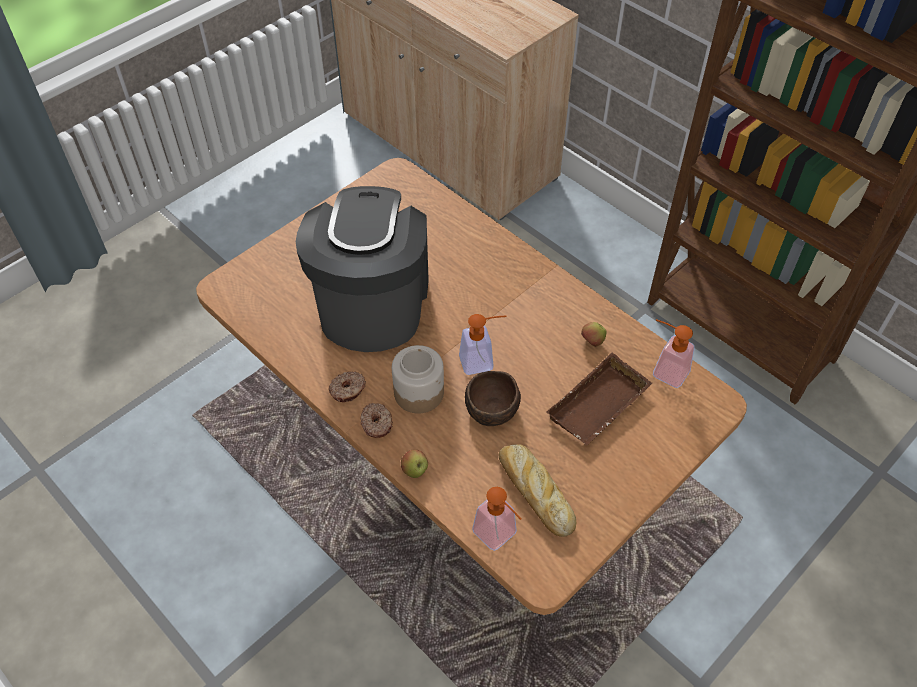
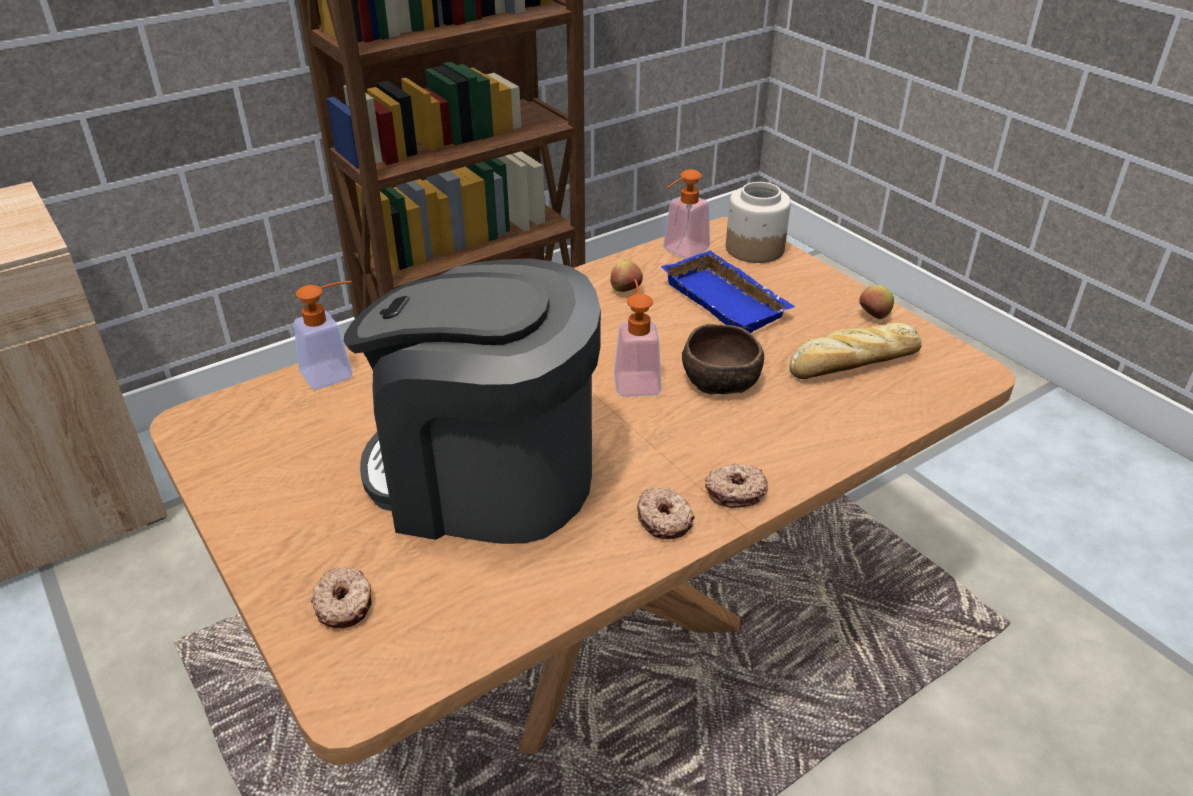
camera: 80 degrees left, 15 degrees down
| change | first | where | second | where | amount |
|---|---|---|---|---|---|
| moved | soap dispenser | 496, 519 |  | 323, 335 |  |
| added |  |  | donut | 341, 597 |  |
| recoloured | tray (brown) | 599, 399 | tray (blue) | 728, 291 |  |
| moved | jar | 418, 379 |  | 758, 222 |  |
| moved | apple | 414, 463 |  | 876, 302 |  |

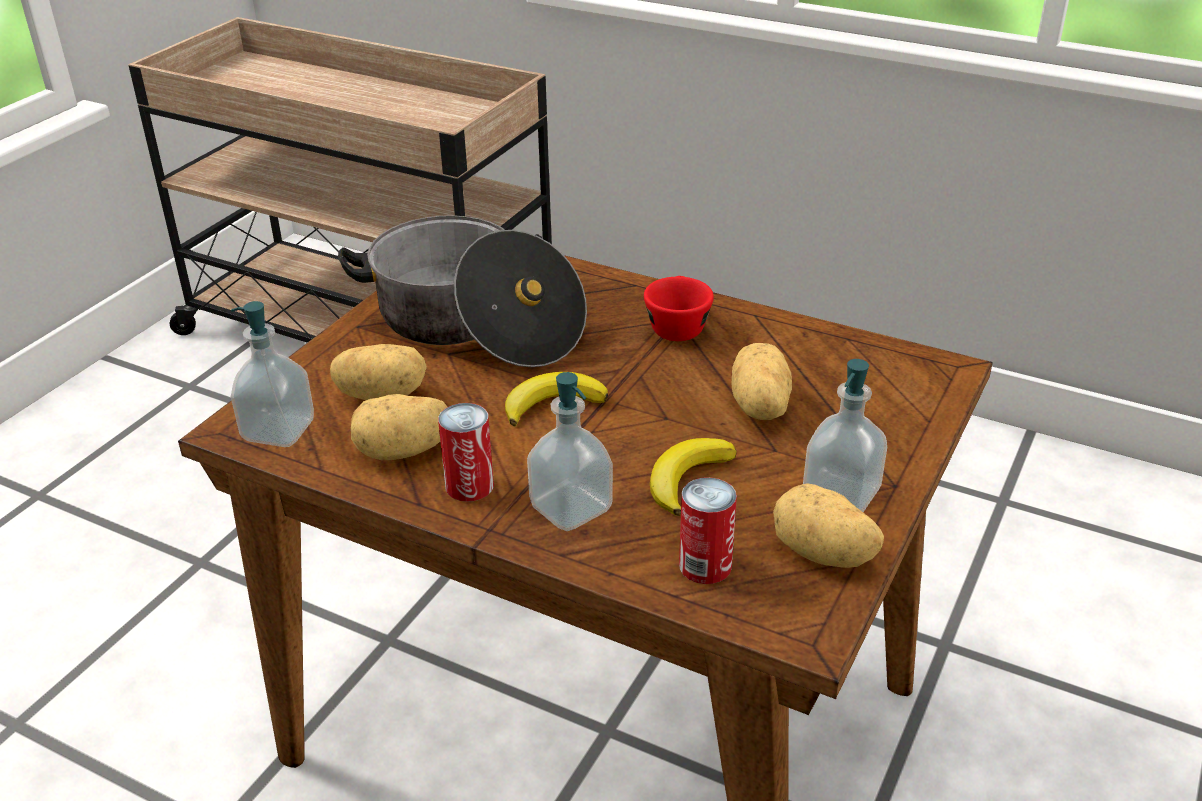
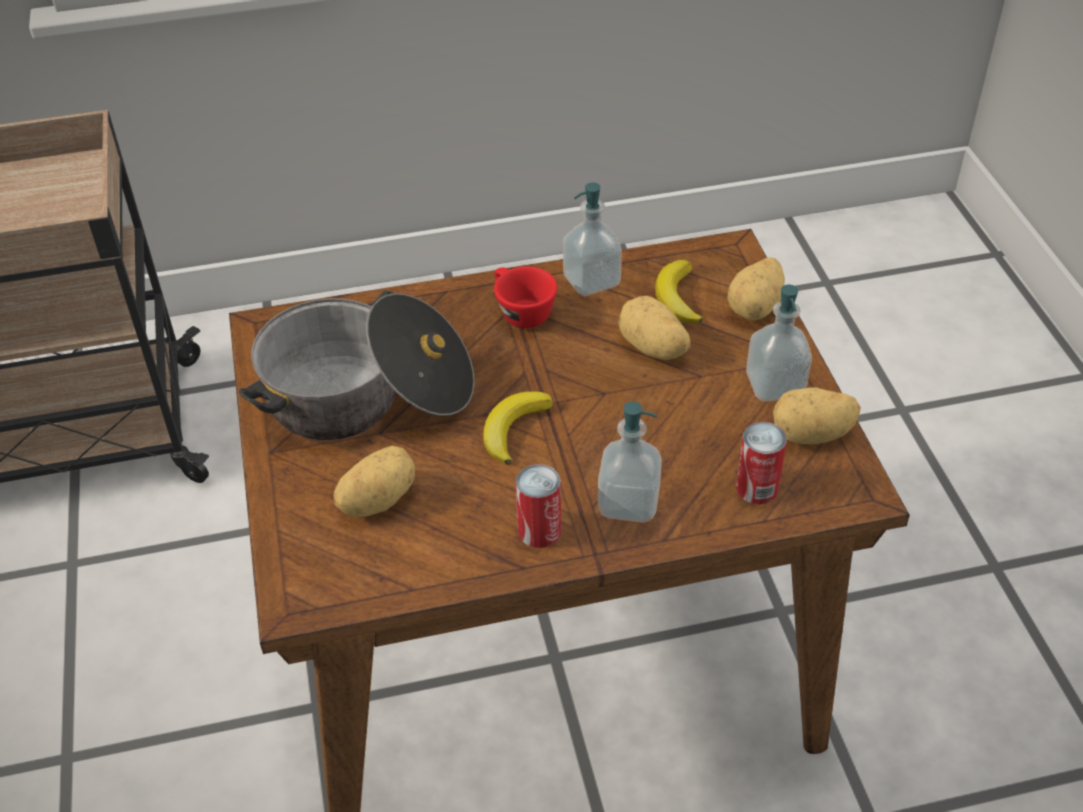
camera: 40 degrees left, 10 degrees up
| change | first | where | second | where | amount |
|---|---|---|---|---|---|
| moved | soap dispenser | 272, 374 |  | 592, 239 |  |
| moved | banana | 693, 477 |  | 679, 291 |  |
| moved | potato | 399, 427 |  | 756, 289 |  |

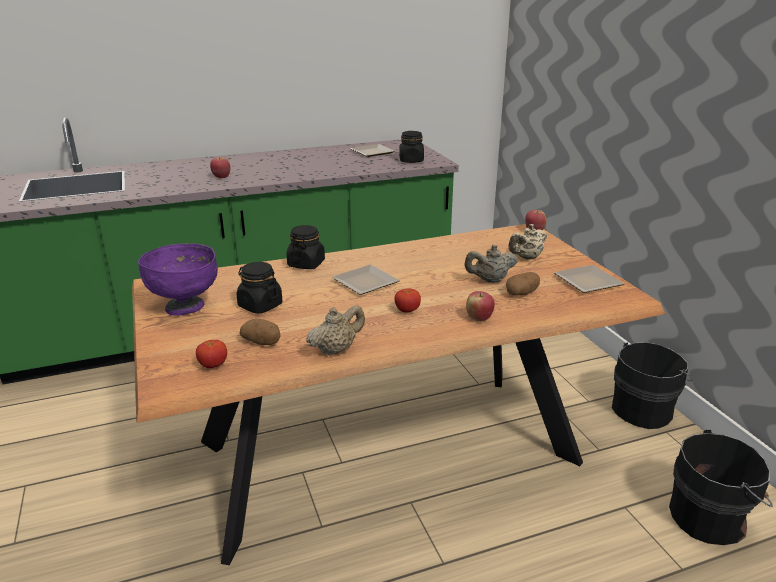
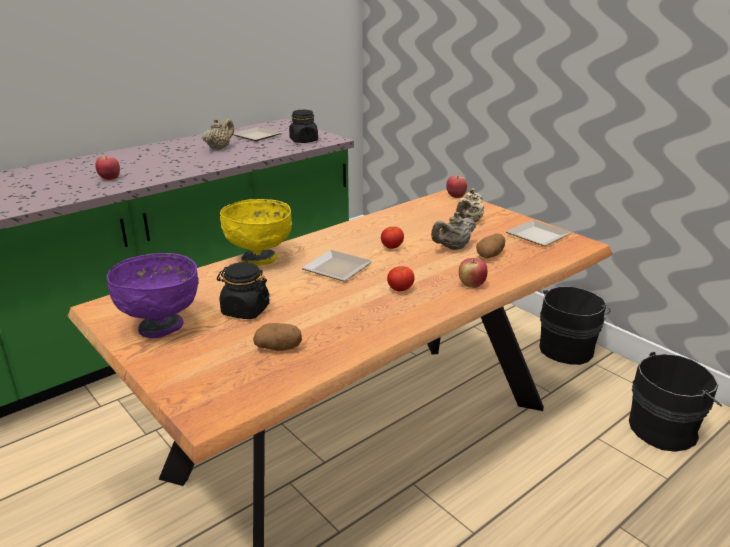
camera: 20 degrees left, 0 degrees up
| change | first | where | second | where | amount |
|---|---|---|---|---|---|
| moved | teapot (beige) | 335, 330 |  | 218, 134 |  |
| replaced | jar (black) | 305, 247 | bowl (yellow) | 256, 232 |  |
| moved | tomato | 211, 354 |  | 392, 238 |  |

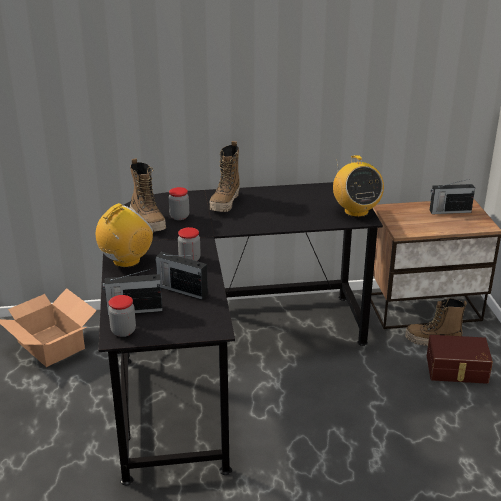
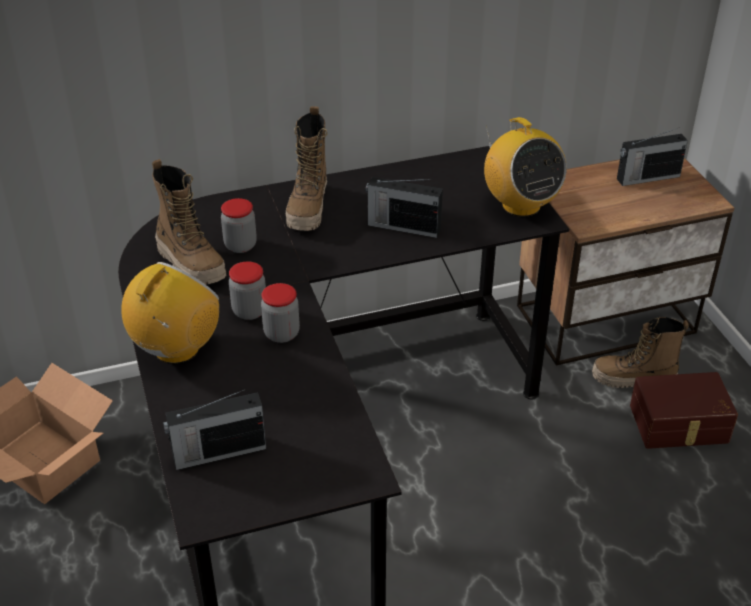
camera: 10 degrees left, 10 degrees up
| change | first | where | second | where | amount |
|---|---|---|---|---|---|
| moved | jar | 122, 316 |  | 247, 291 |  |
| moved | radio | 181, 276 |  | 404, 207 |  |

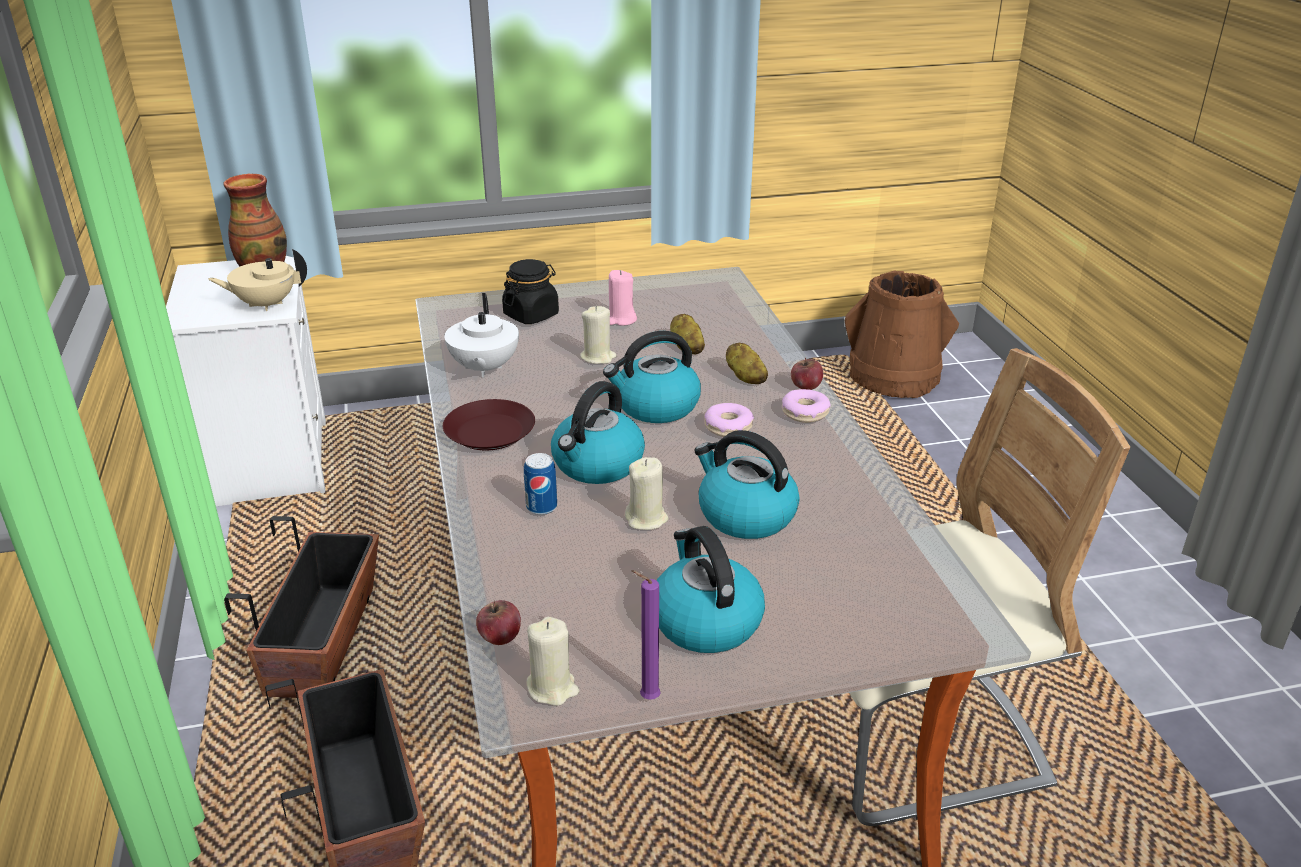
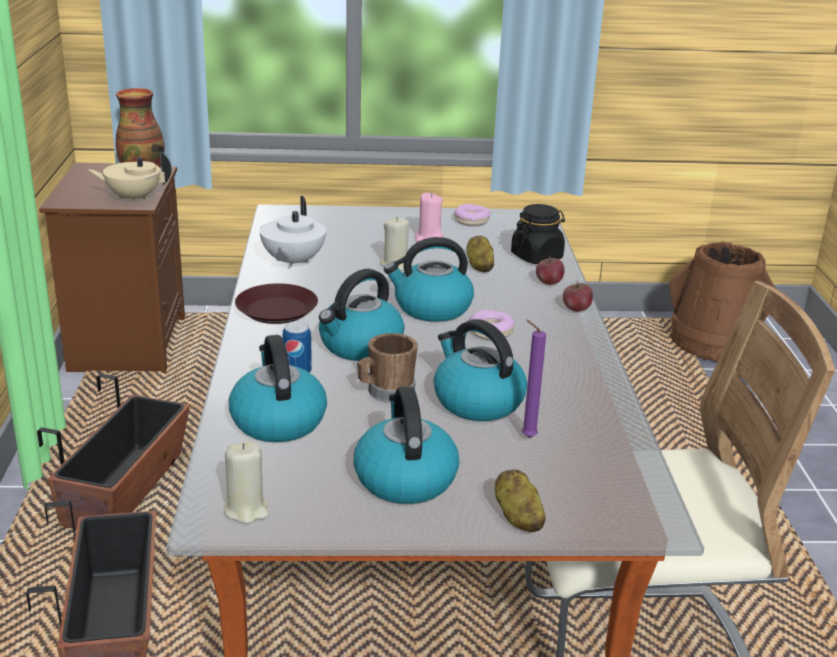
camera: 10 degrees right, 5 degrees down
| change | first | where | second | where | amount |
|---|---|---|---|---|---|
| recoloured | nightstand (white) | 246, 381 | nightstand (brown) | 112, 268 |  |
| added |  |  | kettle | 278, 388 |  |
| replaced | candle (beige) | 647, 493 | mug (brown) | 387, 368 |  |
| moved | donut | 806, 406 |  | 472, 215 |  |
| moved | potato | 747, 363 |  | 520, 500 |  |
| moved | jar (black) | 530, 291 |  | 538, 234 |  |
| moved | candle (purple) | 646, 635 |  | 534, 379 |  |
| moved | apple | 498, 622 |  | 550, 270 |  |

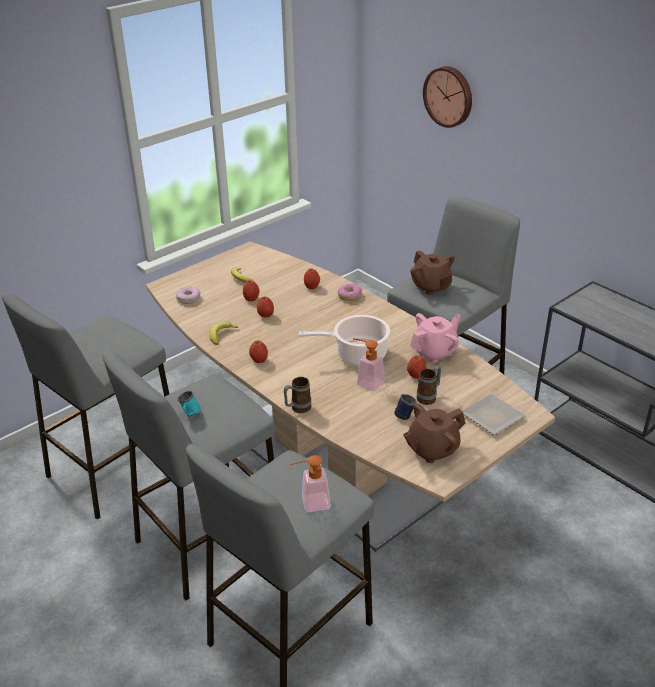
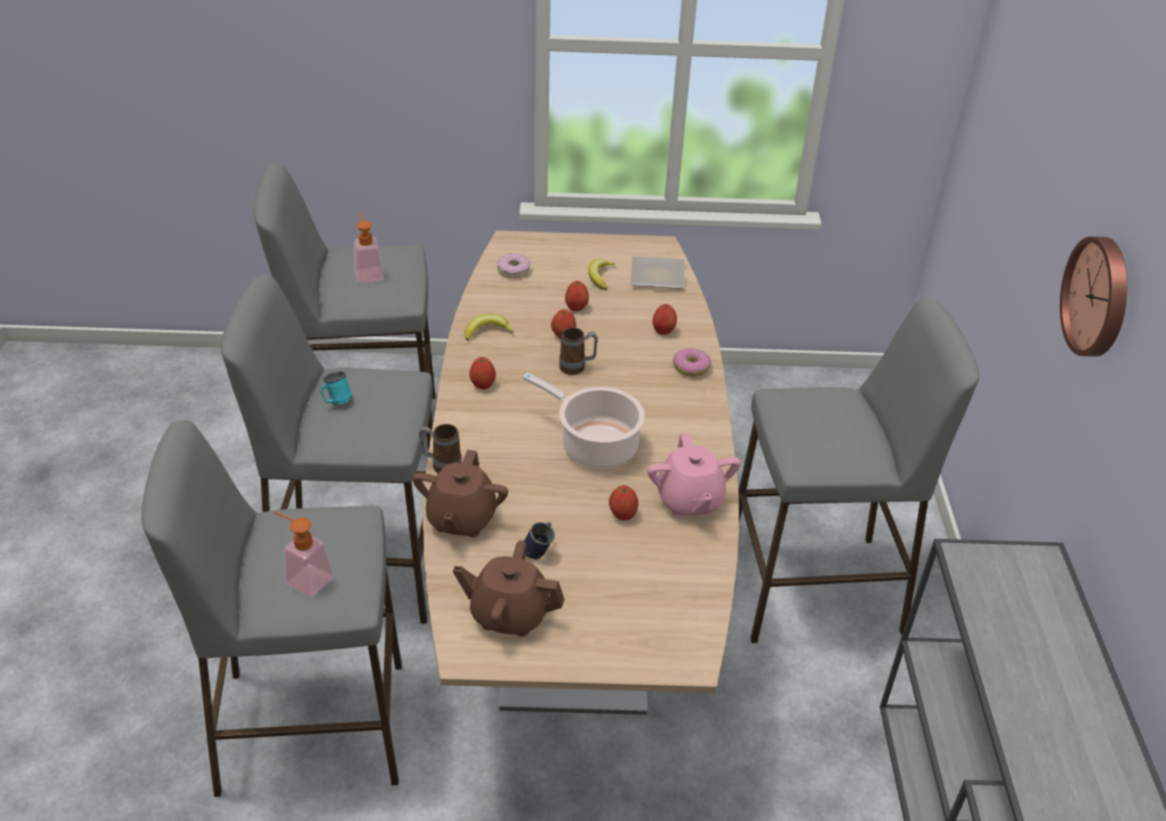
camera: 40 degrees right, 5 degrees up
| change | first | where | second | where | amount |
|---|---|---|---|---|---|
| moved | soap dispenser | 369, 364 |  | 369, 248 |  |
| moved | teapot (brown) | 433, 272 |  | 460, 493 |  |
| moved | mug | 429, 385 |  | 578, 351 |  |
| moved | plate | 494, 414 |  | 657, 272 |  |
| turned | teapot (pink) | 435, 338 |  | 694, 475 | 75 degrees clockwise |
| moved | wall clock | 447, 97 |  | 1093, 296 |  |

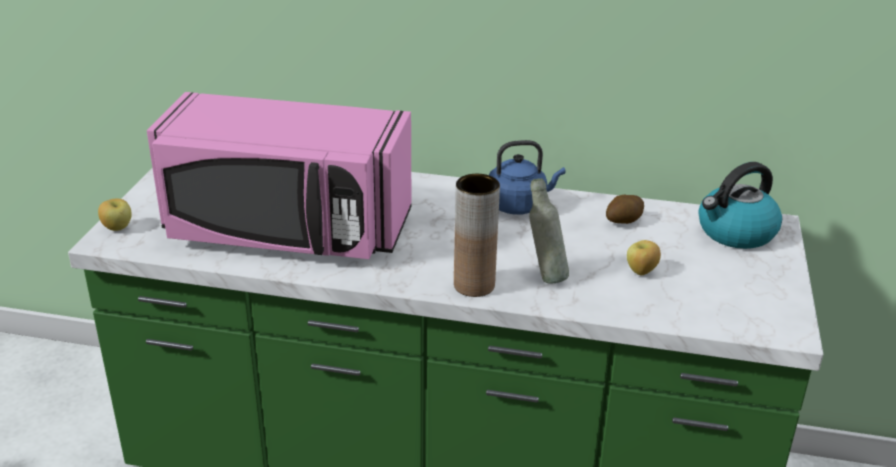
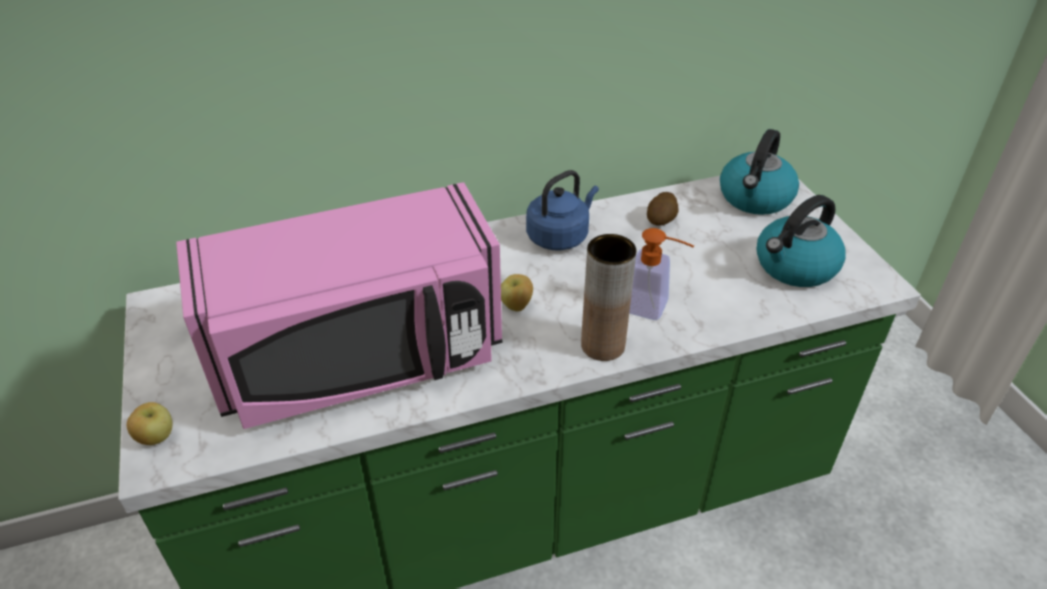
camera: 30 degrees left, 10 degrees up
| change | first | where | second | where | amount |
|---|---|---|---|---|---|
| moved | apple | 644, 257 |  | 517, 292 |  |
| replaced | bottle (grey) | 549, 231 | soap dispenser | 661, 274 |  |
| added |  |  | kettle | 801, 241 |  |

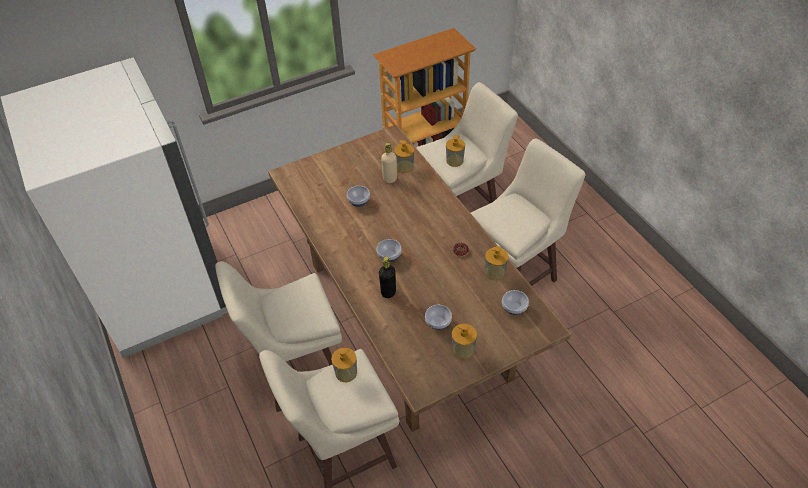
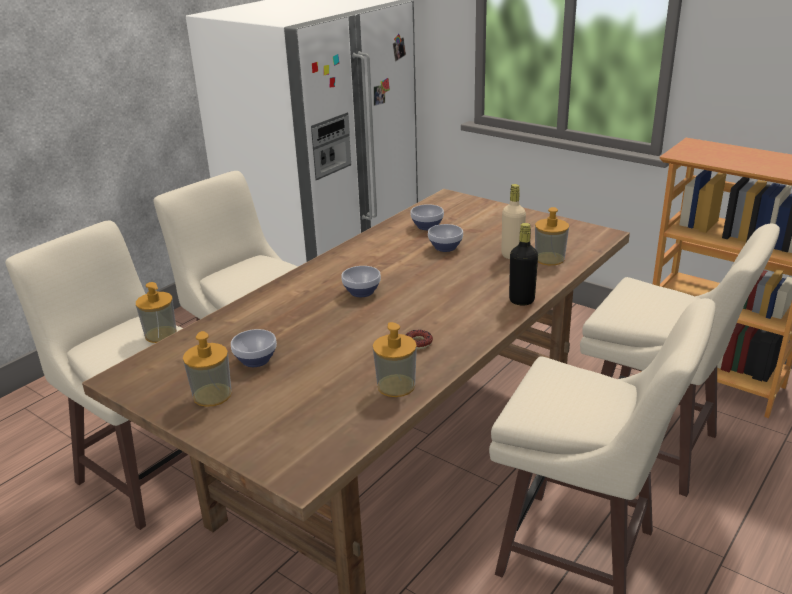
camera: 65 degrees right, 20 degrees down
| change | first | where | second | where | amount |
|---|---|---|---|---|---|
| moved | bowl | 515, 302 |  | 427, 217 |  |
| moved | bottle (black) | 387, 277 |  | 523, 264 |  |
| removed | soap dispenser | 455, 151 |  |  |  |

